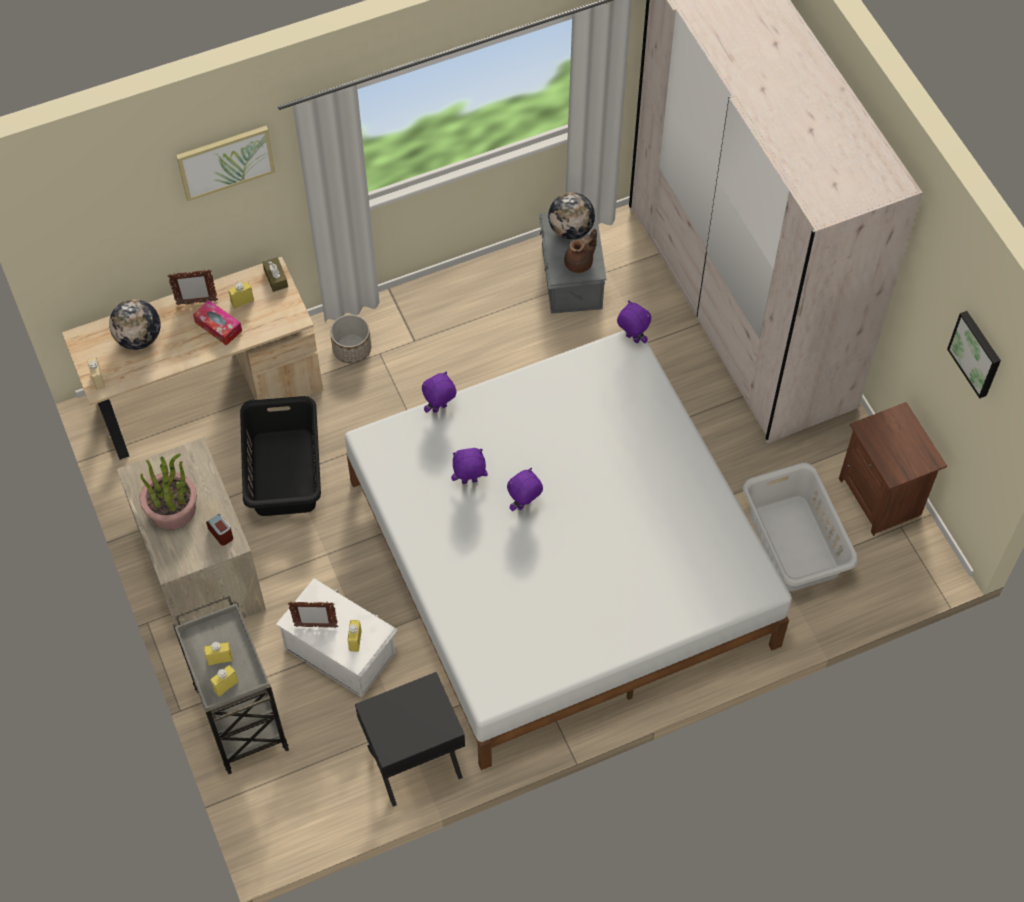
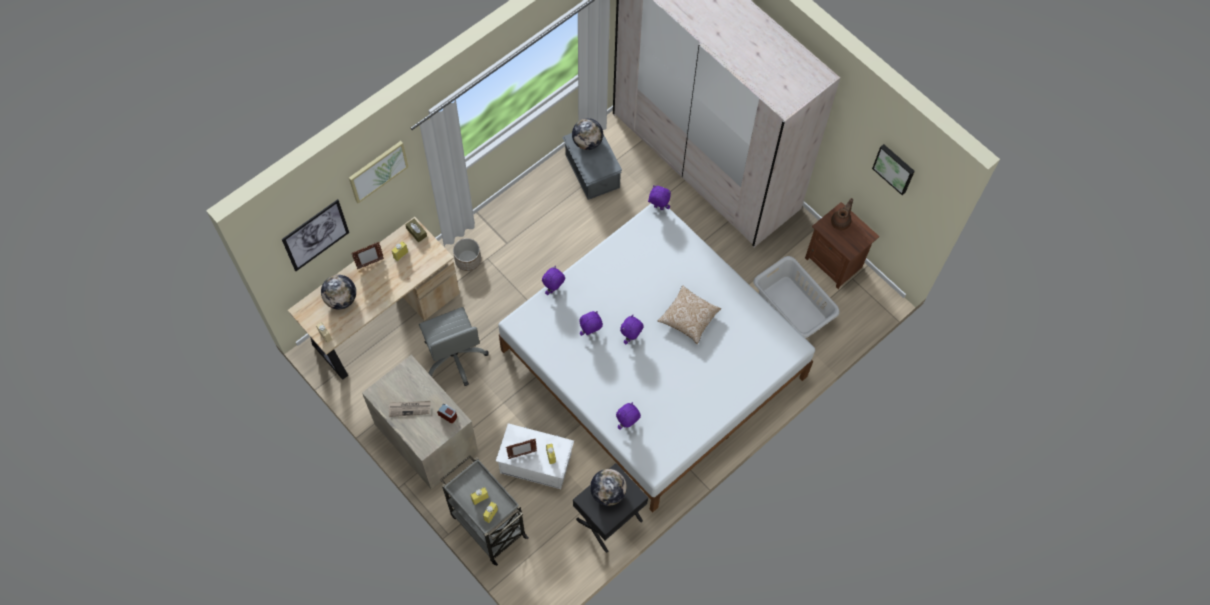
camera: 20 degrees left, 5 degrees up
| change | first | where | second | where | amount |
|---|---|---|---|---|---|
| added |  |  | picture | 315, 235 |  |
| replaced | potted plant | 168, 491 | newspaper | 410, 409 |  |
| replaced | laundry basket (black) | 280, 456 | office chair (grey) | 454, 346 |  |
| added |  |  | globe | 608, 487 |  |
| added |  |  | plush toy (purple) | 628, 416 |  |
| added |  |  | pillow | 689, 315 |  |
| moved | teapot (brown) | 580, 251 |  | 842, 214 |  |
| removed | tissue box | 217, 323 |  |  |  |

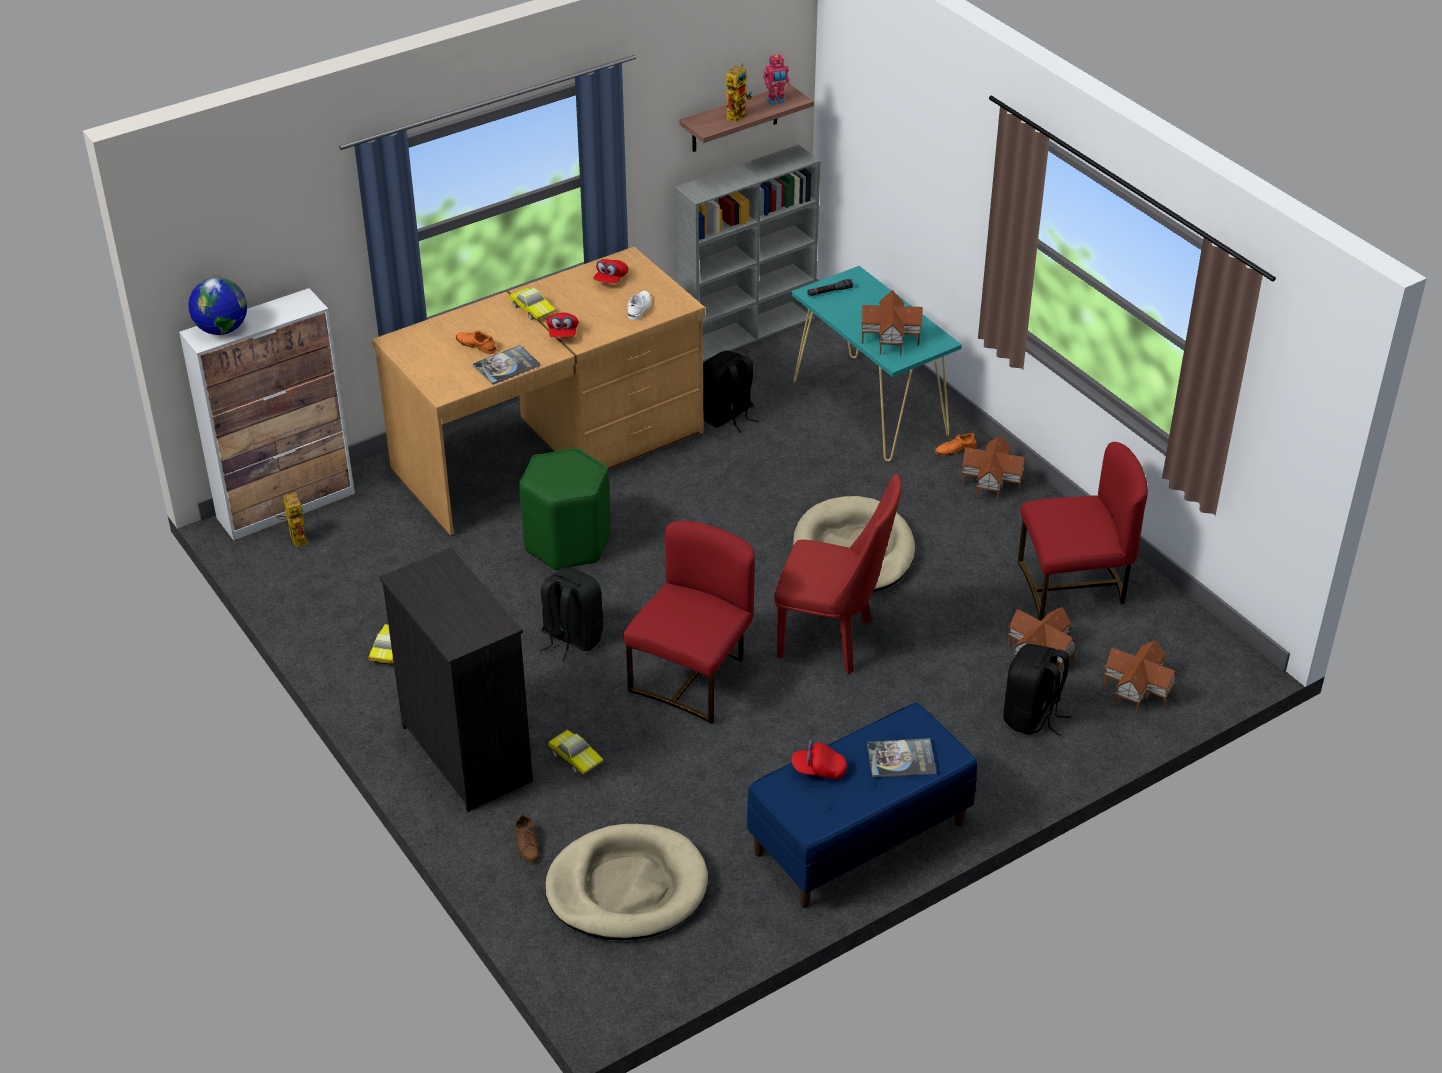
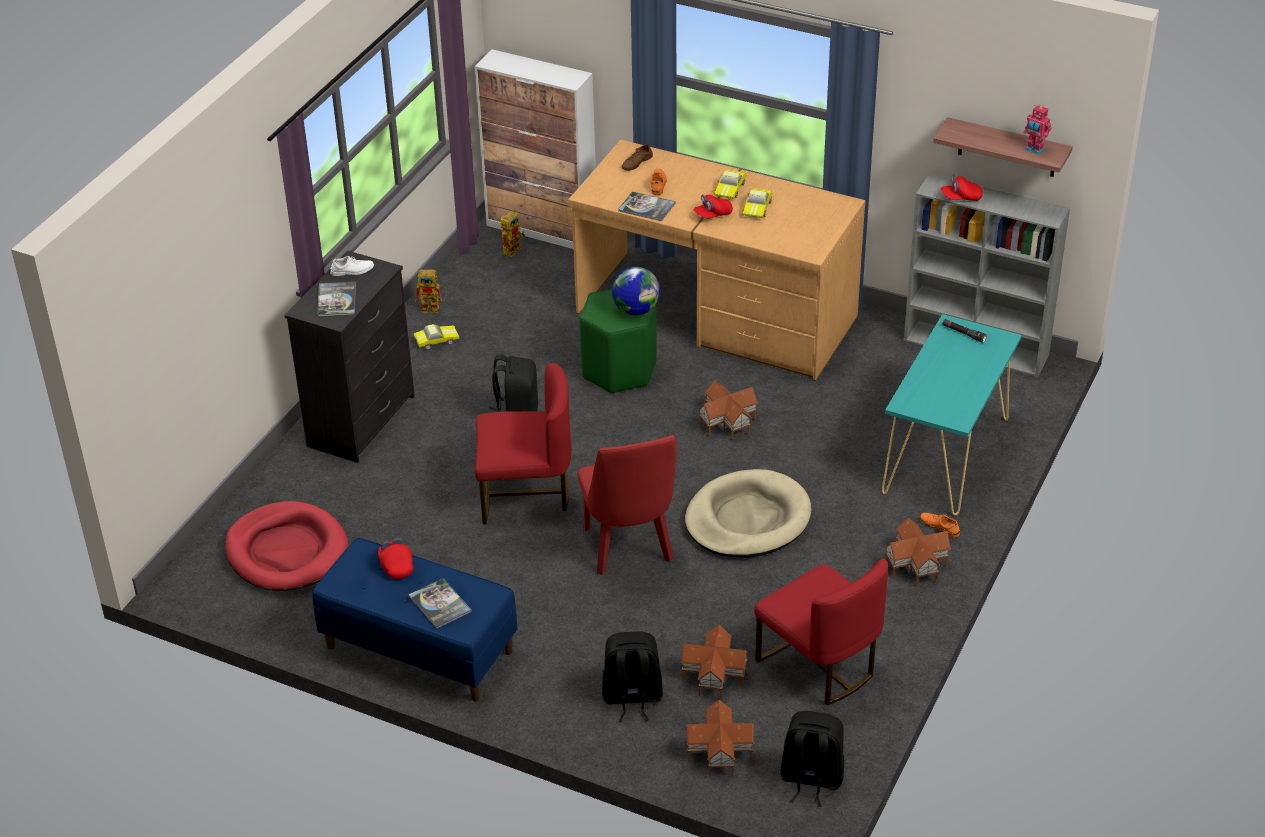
camera: 60 degrees right, 0 degrees up
| change | first | where | second | where | amount |
|---|---|---|---|---|---|
| recoloured | dog bed (beige) | 626, 882 | dog bed (red) | 286, 546 |  |
| added |  |  | book | 336, 299 |  |
| moved | shoe (white) | 640, 305 |  | 352, 266 |  |
| moved | toy robot | 739, 93 |  | 431, 291 |  |
| moved | globe | 217, 306 |  | 636, 291 |  |
| moved | shoe (brown) | 527, 838 |  | 637, 157 |  |
| moved | toy house | 892, 322 |  | 728, 410 |  |
| moved | toy car | 576, 752 |  | 757, 203 |  |
| moved | backpack (black) | 730, 392 |  | 812, 759 |  |
| moved | cap (red) | 610, 271 |  | 962, 187 |  |

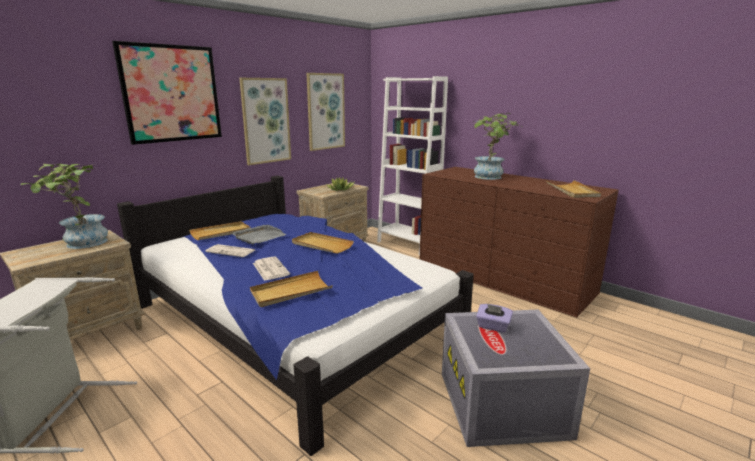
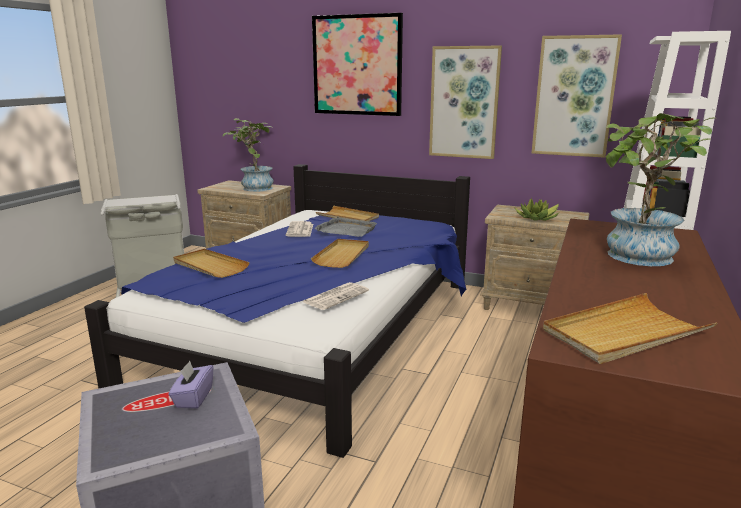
camera: 70 degrees right, 0 degrees up
| change | first | where | second | where | amount |
|---|---|---|---|---|---|
| moved | newspaper | 271, 268 |  | 336, 296 |  |

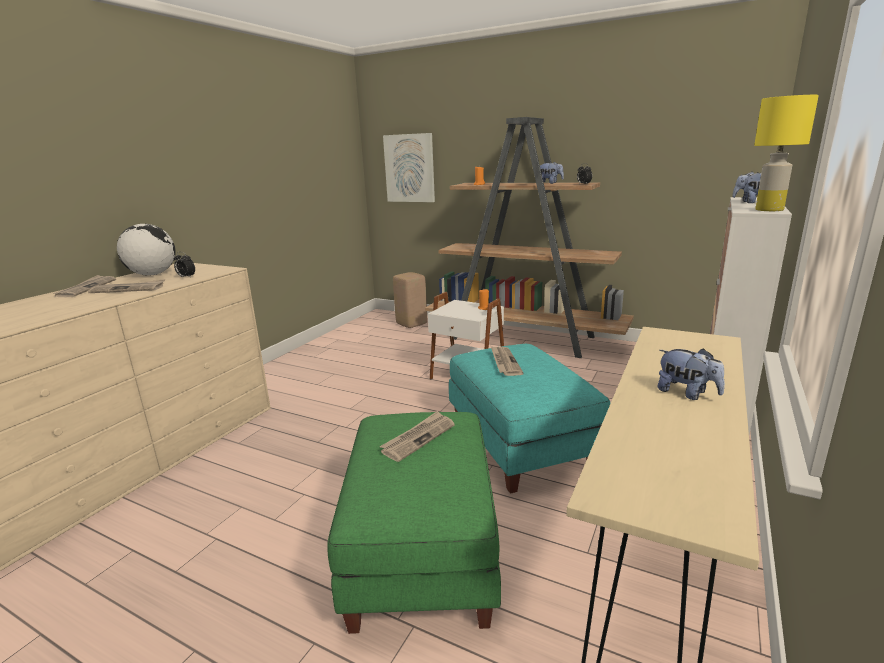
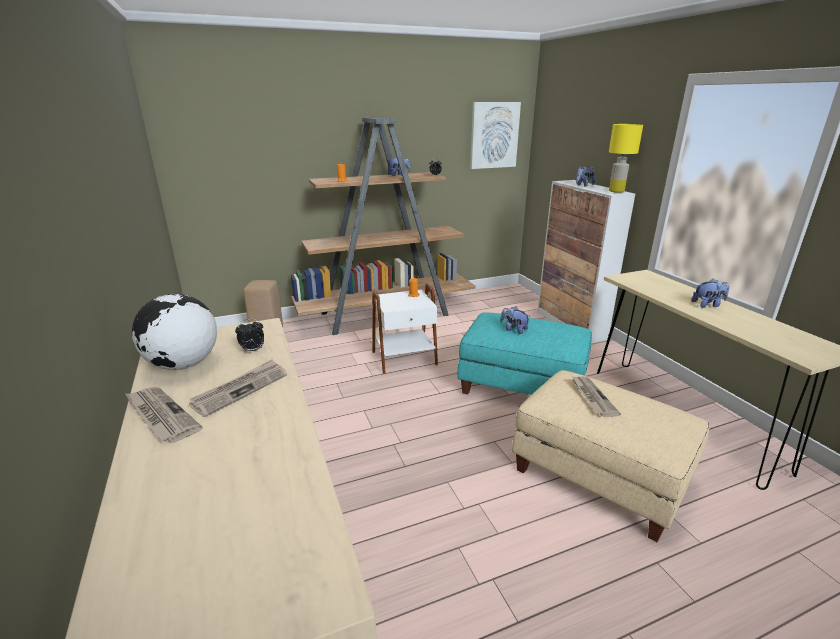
camera: 50 degrees left, 5 degrees up
| change | first | where | second | where | amount |
|---|---|---|---|---|---|
| moved | picture | 409, 167 |  | 495, 135 |  |
| replaced | newspaper | 507, 361 | plush toy | 514, 320 |  |
| recoloured | ottoman (green) | 414, 523 | ottoman (beige) | 610, 456 |  |

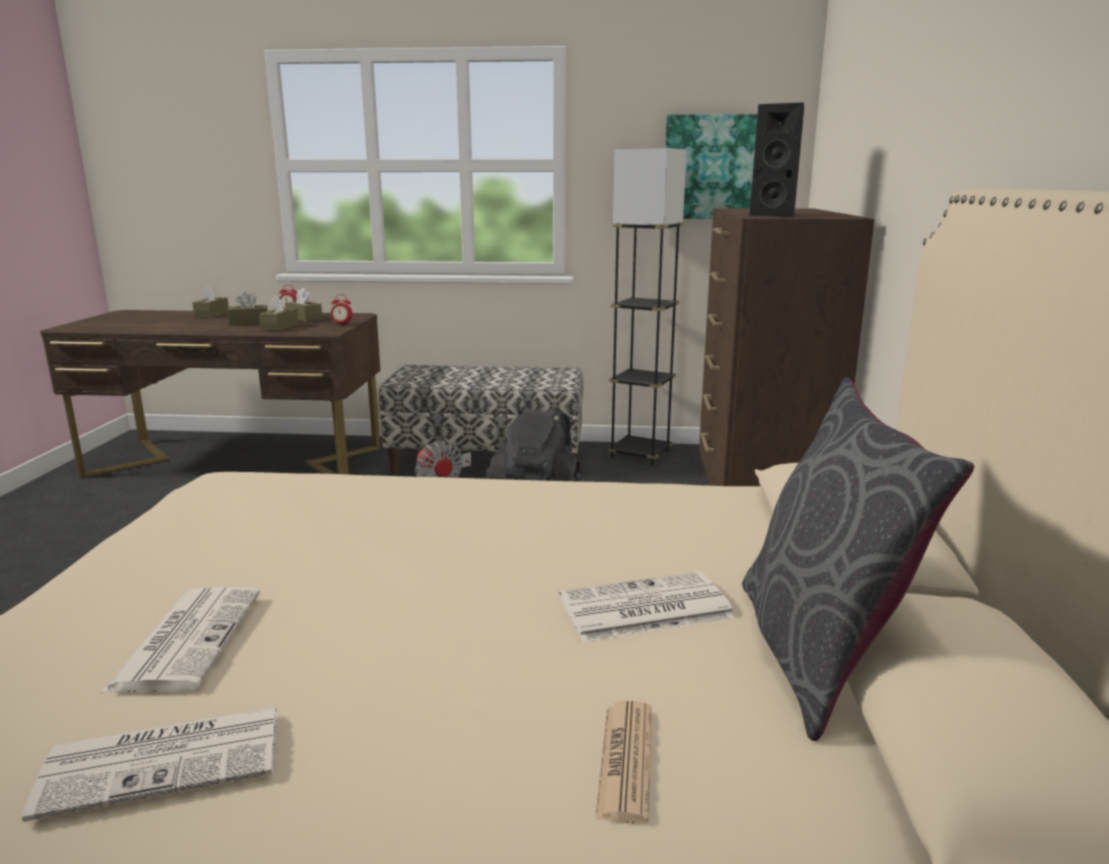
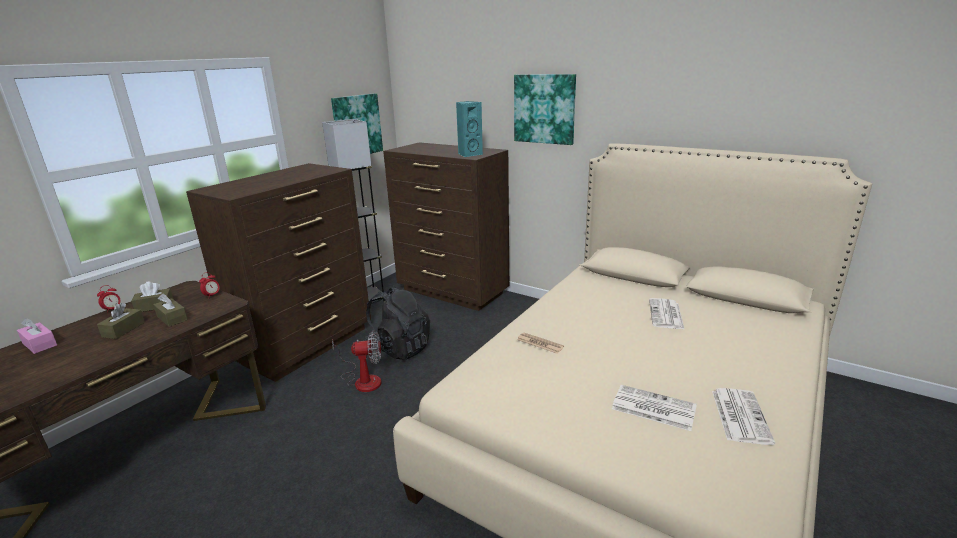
camera: 60 degrees left, 5 degrees up
| change | first | where | second | where | amount |
|---|---|---|---|---|---|
| recoloured | tissue box (brown) | 211, 301 | tissue box (pink) | 37, 336 |  |
| replaced | bench | 481, 419 | dresser (brown) | 278, 272 |  |
| recoloured | speaker (black) | 776, 159 | speaker (turquoise) | 469, 129 |  |
| added |  |  | picture | 545, 109 |  |
| moved | newspaper | 623, 762 |  | 540, 343 |  |
| removed | pillow (grey) | 858, 559 |  |  |  |

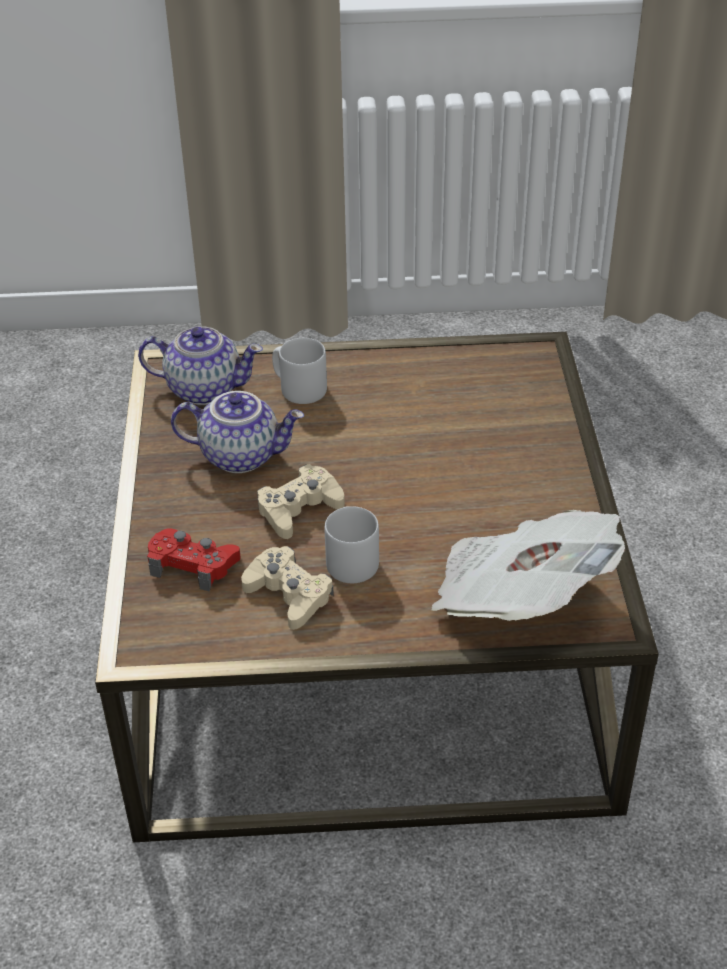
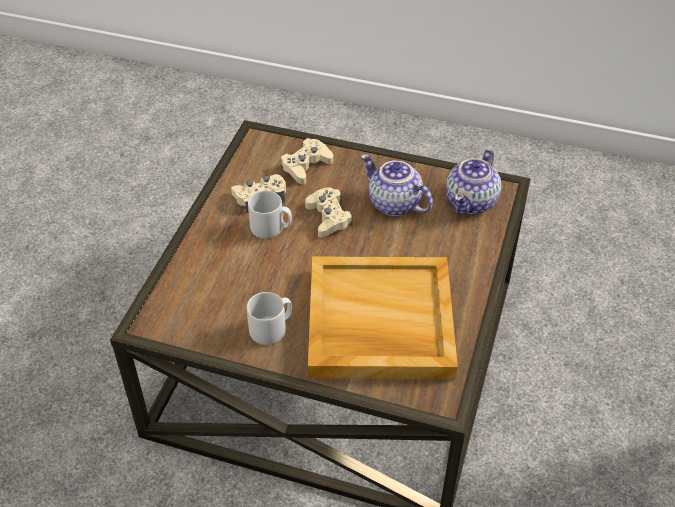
camera: 110 degrees right, 5 degrees up
| change | first | where | second | where | amount |
|---|---|---|---|---|---|
| moved | mug (grey) | 299, 371 |  | 269, 318 |  |
| recoloured | game controller (red) | 193, 560 | game controller (beige) | 307, 161 |  |
| added |  |  | tray (beige) | 383, 317 |  |
| turned | teapot | 237, 432 |  | 397, 185 | 105 degrees clockwise |
| removed | newspaper | 528, 565 |  |  |  |

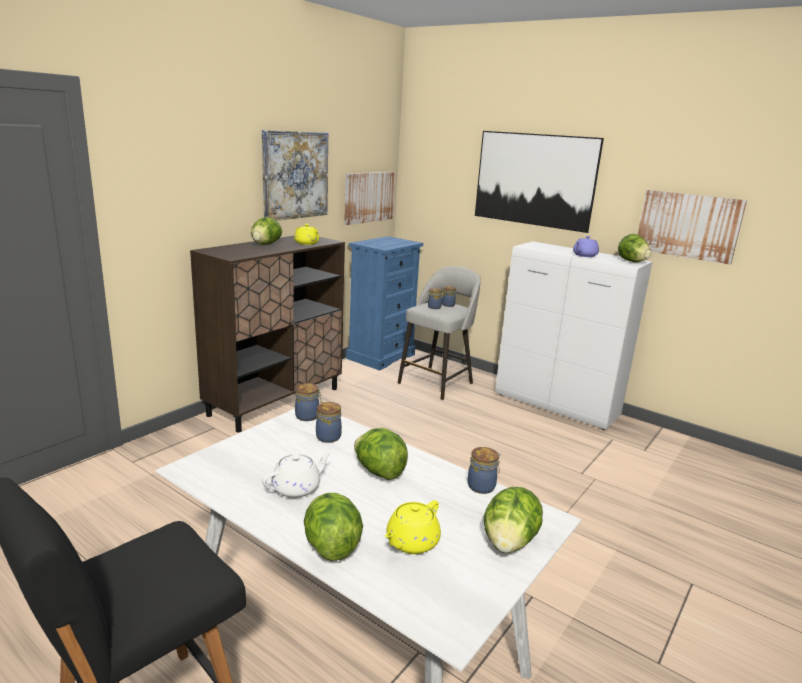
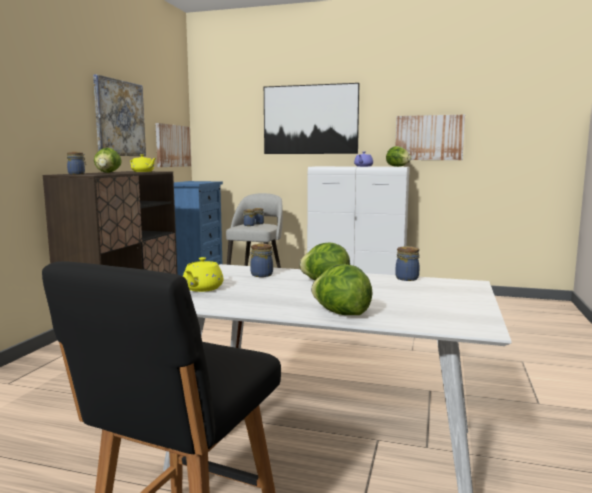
camera: 20 degrees left, 10 degrees down
| change | first | where | second | where | amount |
|---|---|---|---|---|---|
| moved | jar | 308, 402 |  | 76, 163 |  |
| moved | teapot (yellow) | 413, 527 |  | 203, 274 |  |
| removed | teapot (white) | 297, 474 |  |  |  |
| removed | lettuce | 513, 520 |  |  |  |

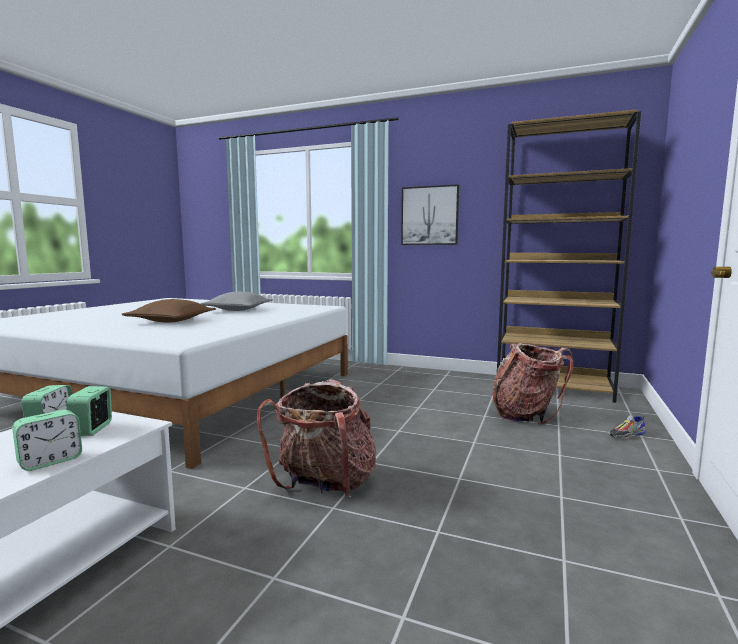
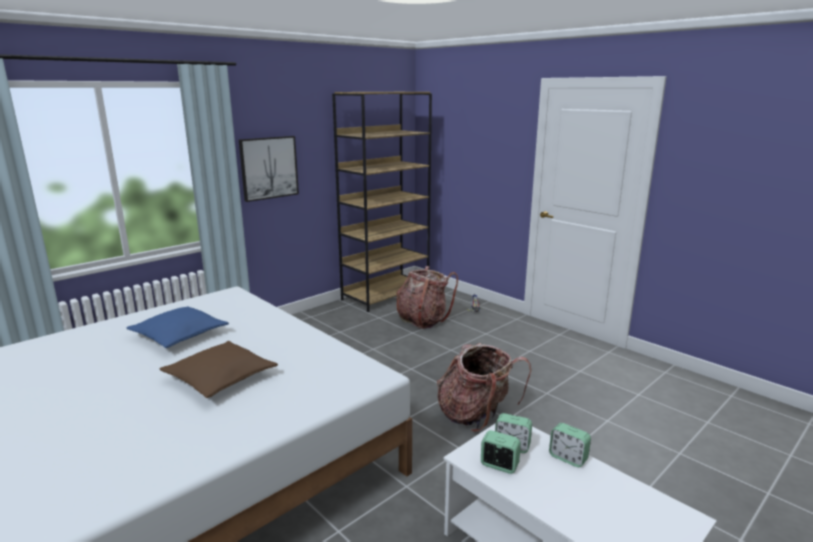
camera: 65 degrees left, 10 degrees up
| change | first | where | second | where | amount |
|---|---|---|---|---|---|
| recoloured | pillow (grey) | 236, 301 | pillow (blue) | 177, 327 |  |
| turned | alarm clock | 47, 440 |  | 570, 445 | 150 degrees clockwise |

